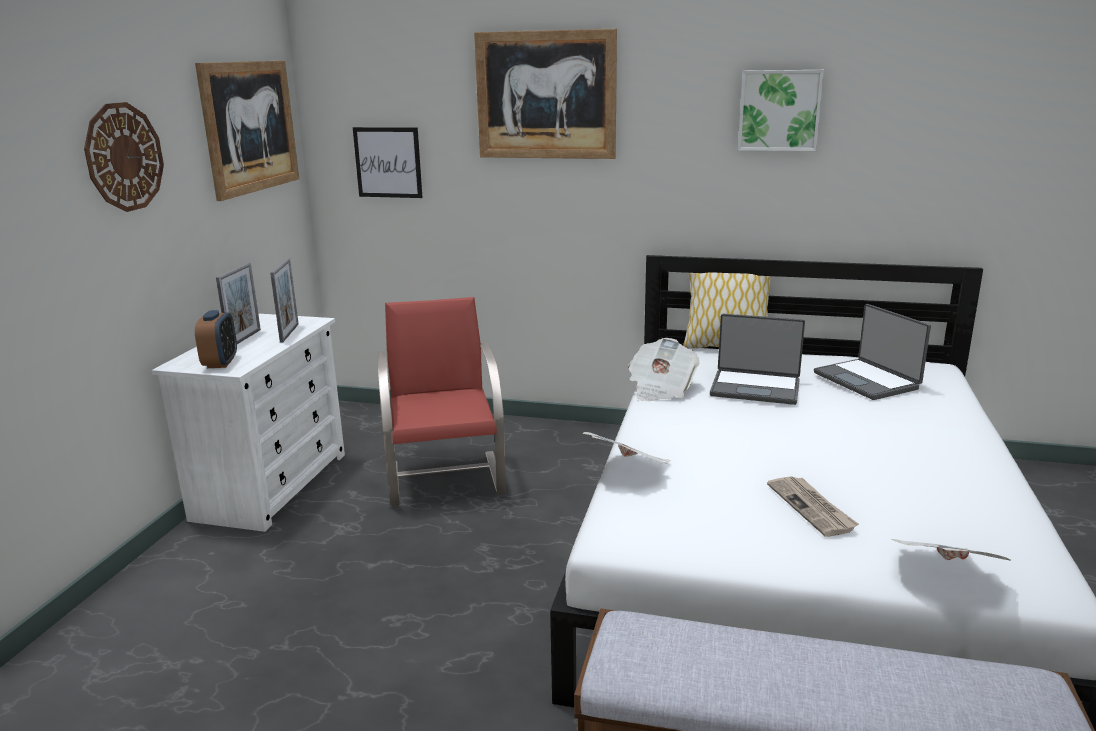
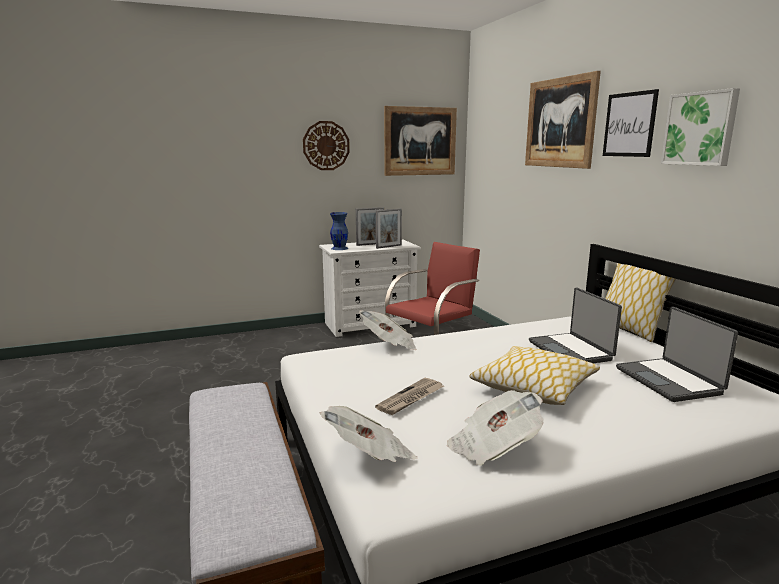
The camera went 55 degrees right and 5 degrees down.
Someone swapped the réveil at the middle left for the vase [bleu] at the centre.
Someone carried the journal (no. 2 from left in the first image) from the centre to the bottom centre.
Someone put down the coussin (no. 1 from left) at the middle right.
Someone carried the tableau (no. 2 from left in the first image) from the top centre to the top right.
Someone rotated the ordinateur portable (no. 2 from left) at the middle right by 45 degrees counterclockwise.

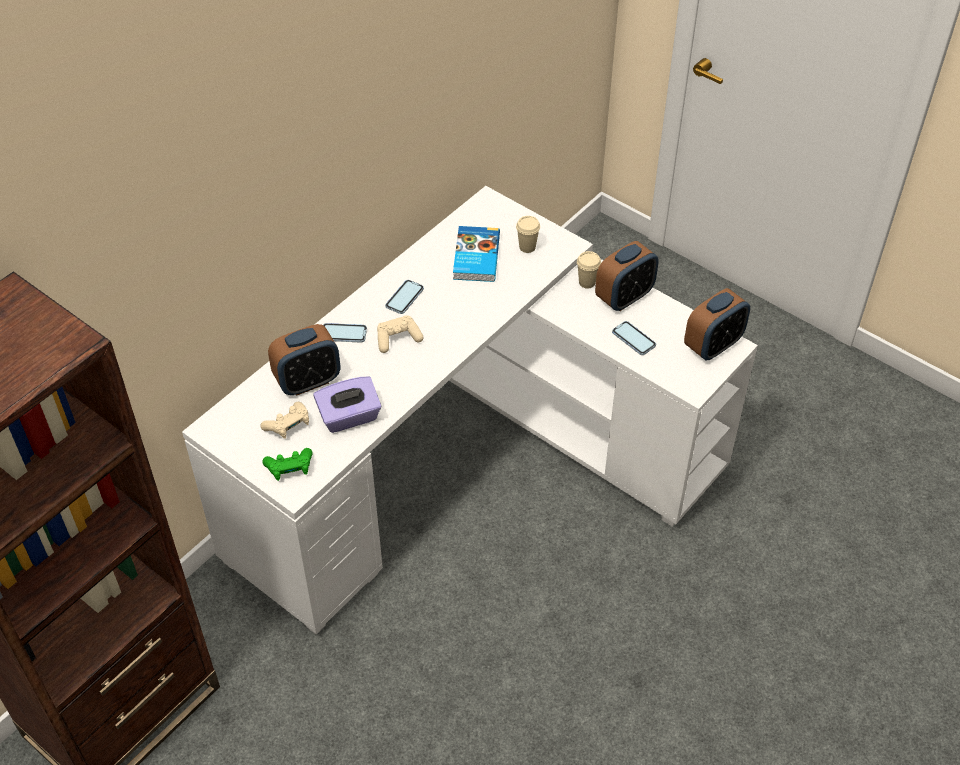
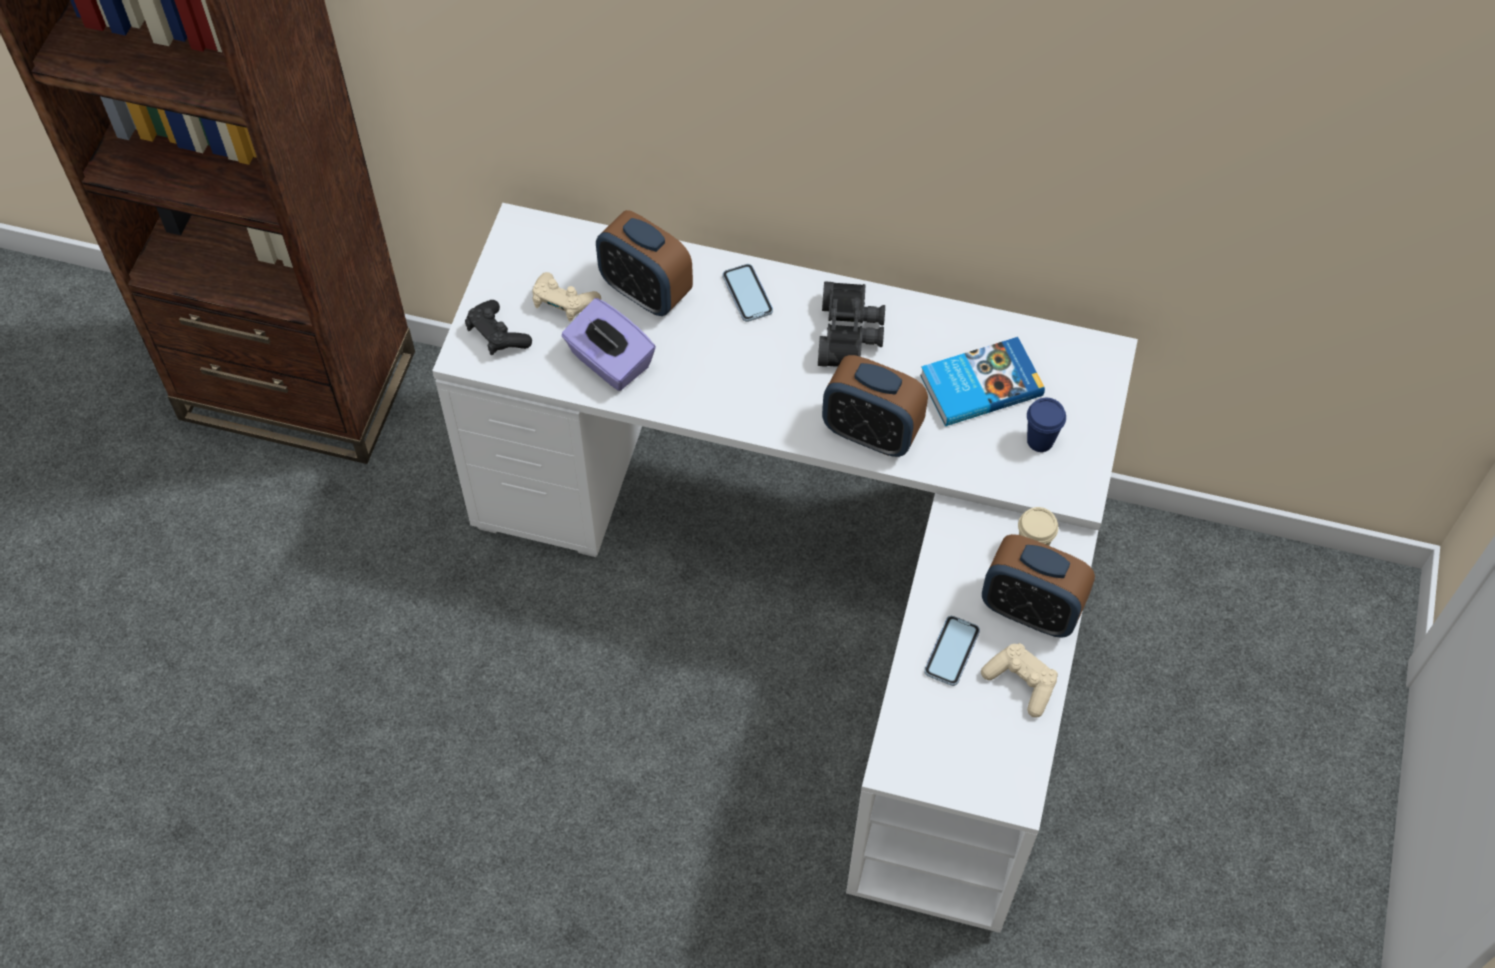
The camera went 65 degrees right and 10 degrees up.
Someone repainted the manette [vert] at the middle left, which became the manette [noir] at the middle left.
Someone swapped the téléphone (no. 2 from left) at the centre for the jumelles [noir] at the centre.
Someone carried the réveil (no. 3 from left in the first image) from the middle right to the centre.
Someone carried the manette [beige] (no. 2 from left) from the centre to the bottom right.
Someone repainted the tasse [beige] (no. 1 from left) at the top centre, which became the tasse [bleu] at the middle right.

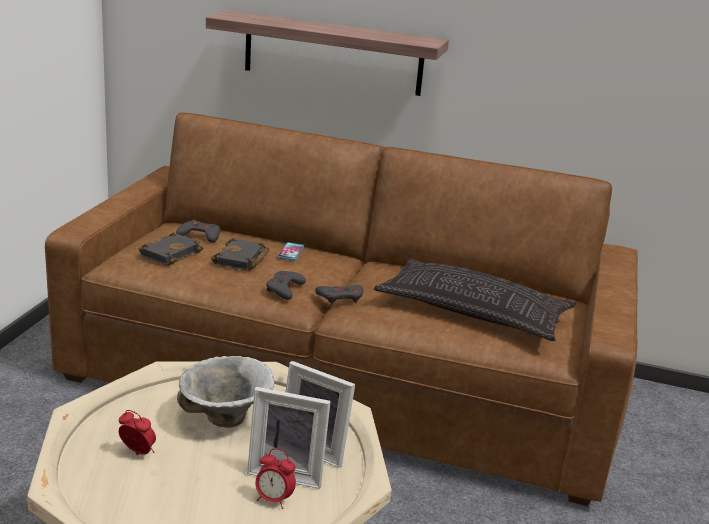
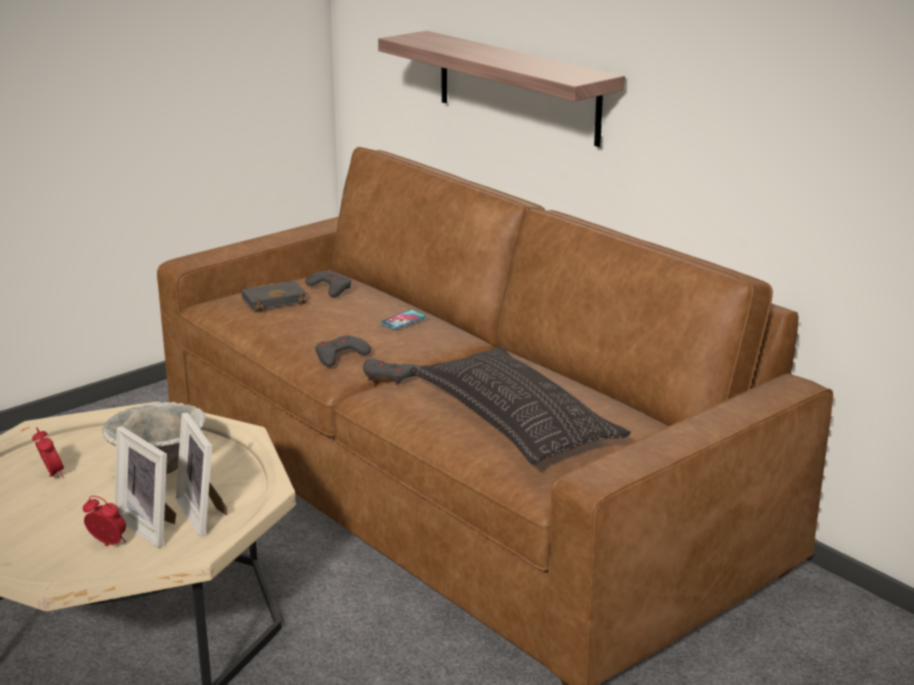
The camera went 35 degrees right and 0 degrees up.
Someone rotated the réveil (no. 2 from left) at the bottom centre by 150 degrees clockwise.
Someone took away the livre [noir] (no. 2 from left) at the centre.

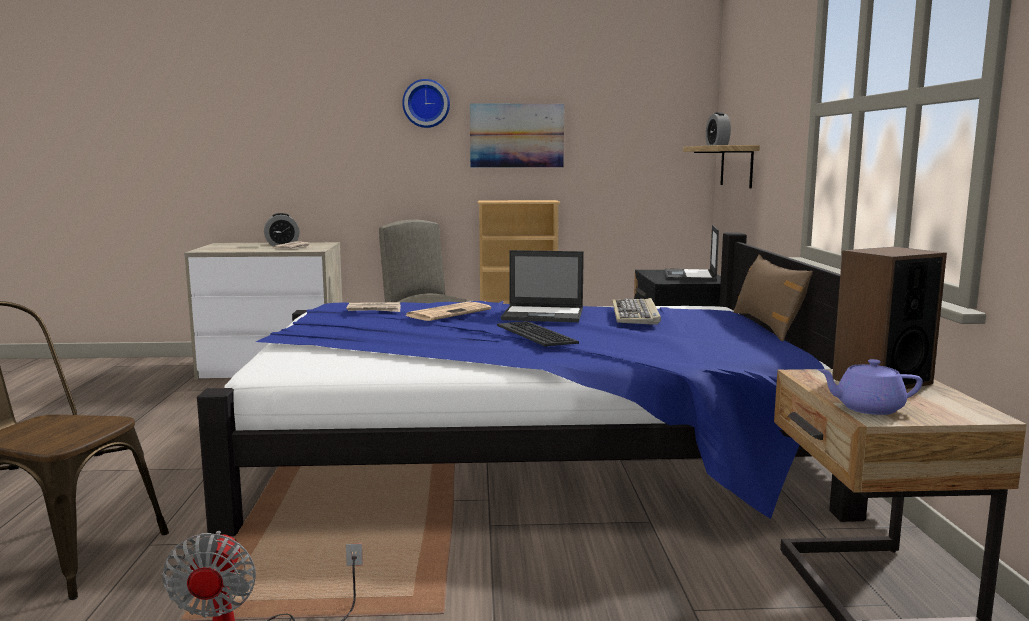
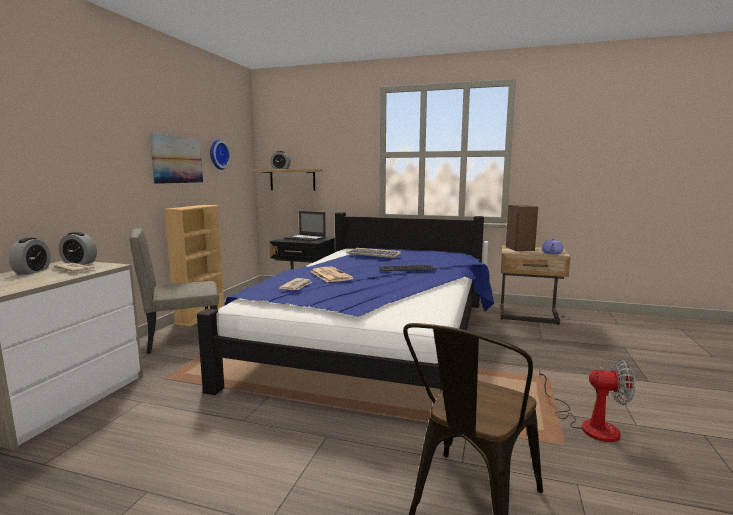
The camera went 70 degrees left and 0 degrees up.
Someone put down the réveil (no. 2 from left) at the middle left.
Someone carried the horloge murale from the top centre to the top left.
Someone took away the ordinateur portable (no. 1 from left) at the centre.
Someone took away the coussin [marron] at the middle right.

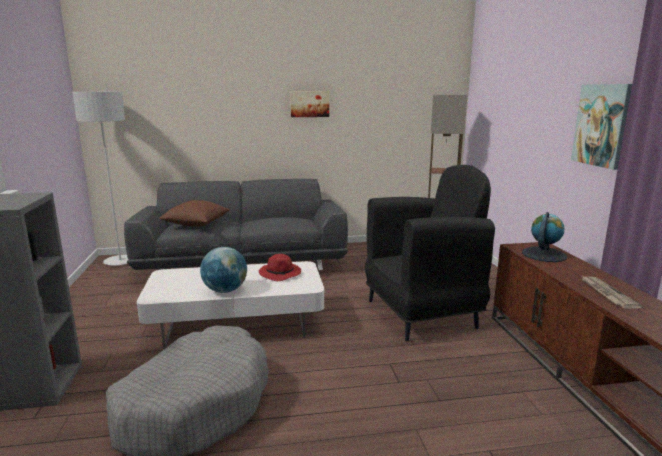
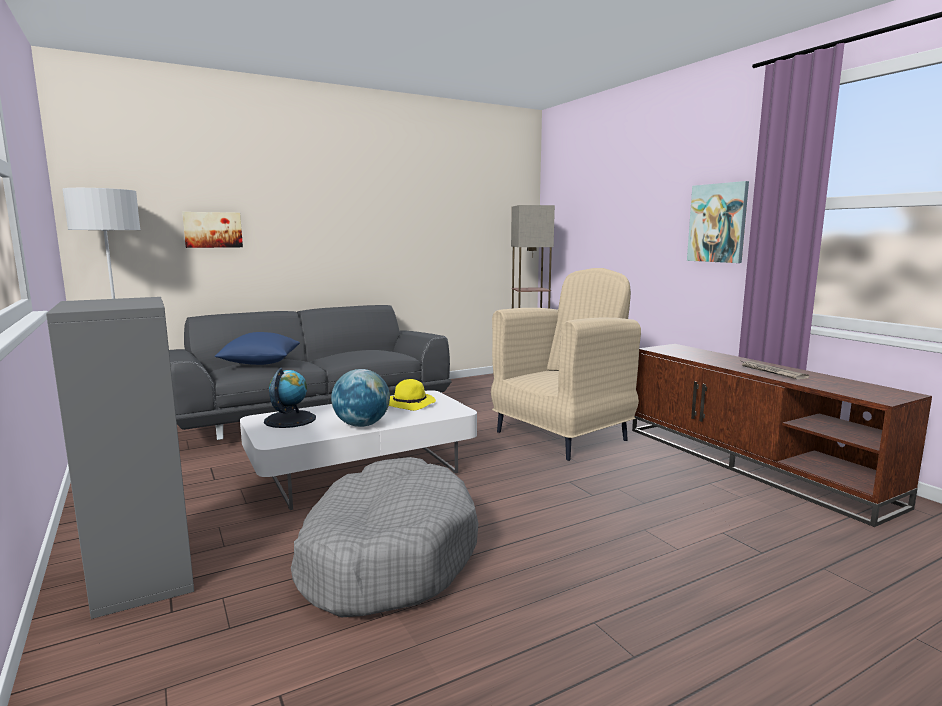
The camera went 20 degrees left and 5 degrees down.
Someone carried the tableau (no. 1 from left) from the top centre to the top left.
Someone repainted the coussin [marron] at the middle left, which became the coussin [bleu] at the middle left.
Someone carried the globe (no. 2 from left in the first image) from the middle right to the middle left.
Someone repainted the chapeau [rouge] at the centre, which became the chapeau [jaune] at the centre.
Someone repainted the fauteuil [noir] at the centre, which became the fauteuil [beige] at the centre.

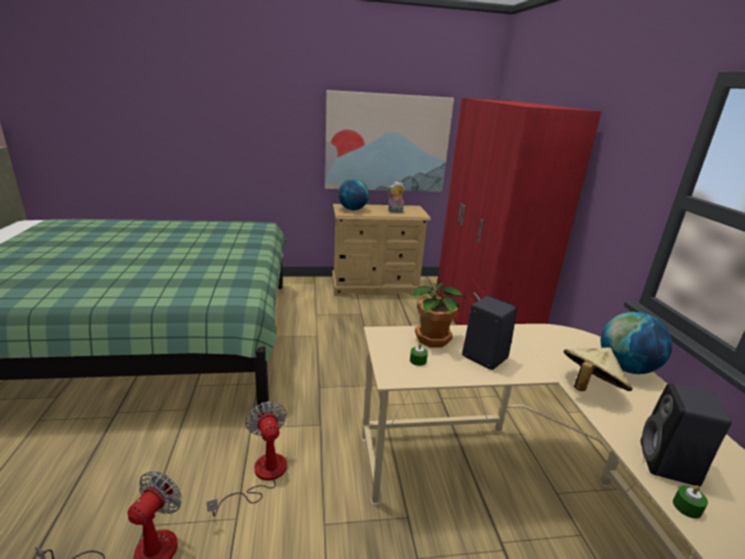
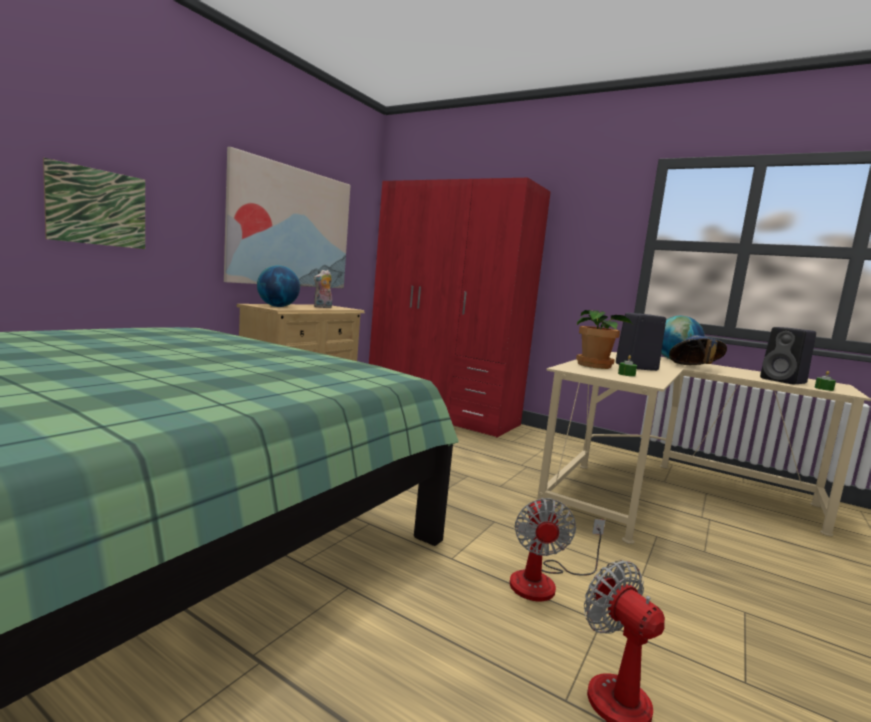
The camera went 50 degrees left and 15 degrees down.
Someone put up the tableau (no. 1 from left) at the top left.
Someone rotated the ventilateur (no. 2 from left in the first image) at the bottom left by 105 degrees counterclockwise.
Someone repainted the chapeau [beige] at the middle right, which became the chapeau [bleu] at the middle right.

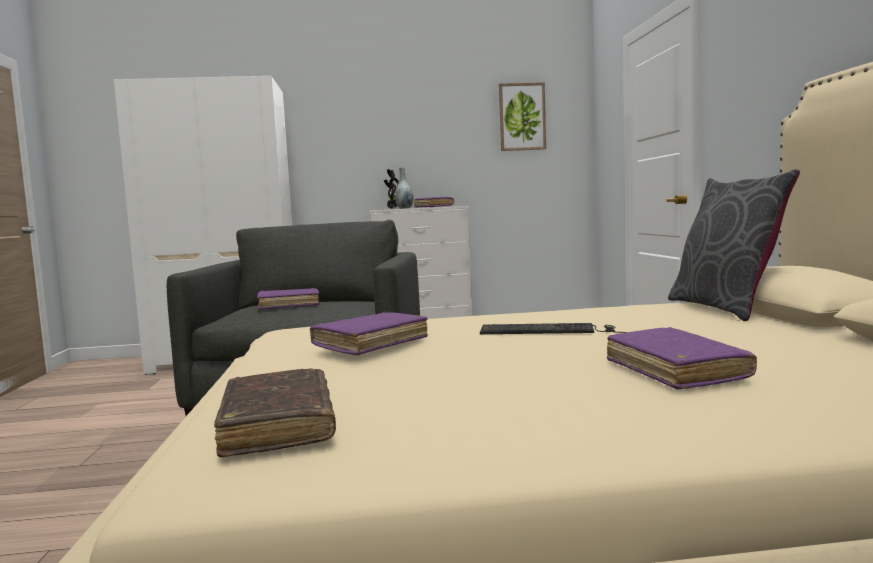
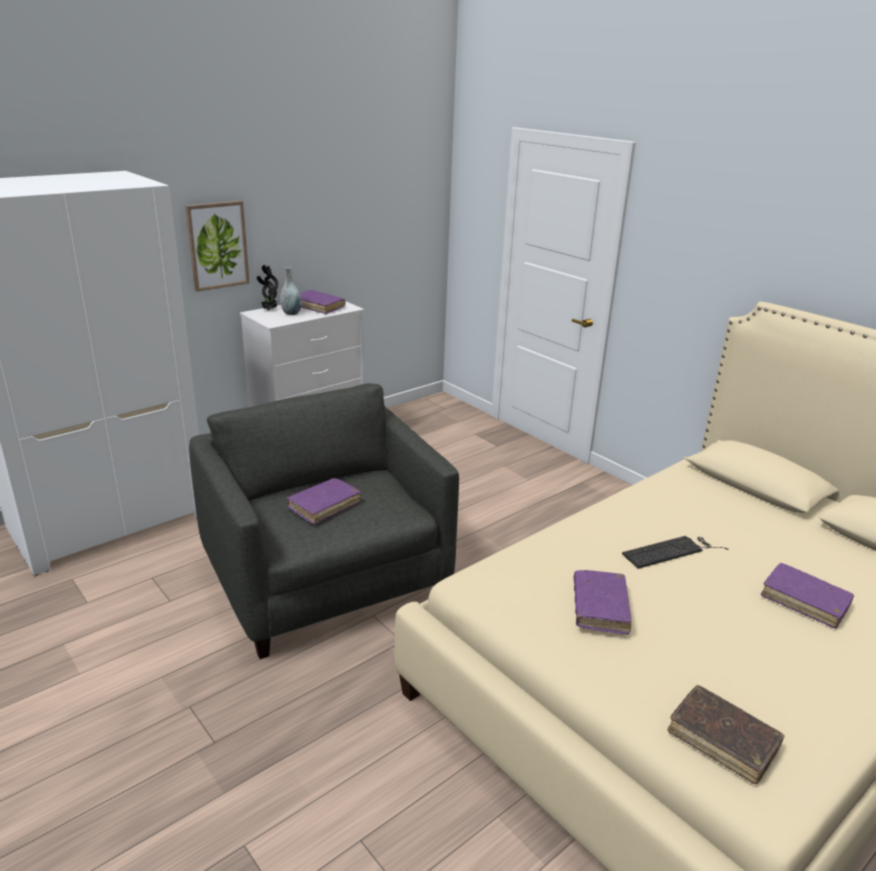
The camera went 35 degrees left and 20 degrees up.
Someone carried the tableau from the top centre to the top left.
Someone took away the coussin [gris] at the middle right.

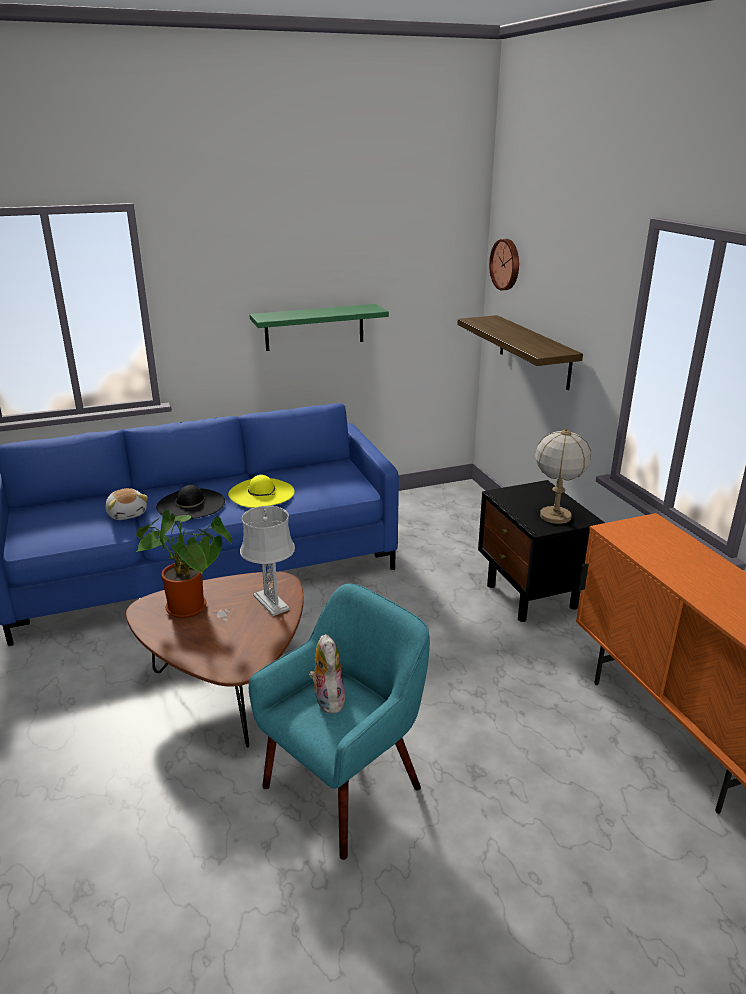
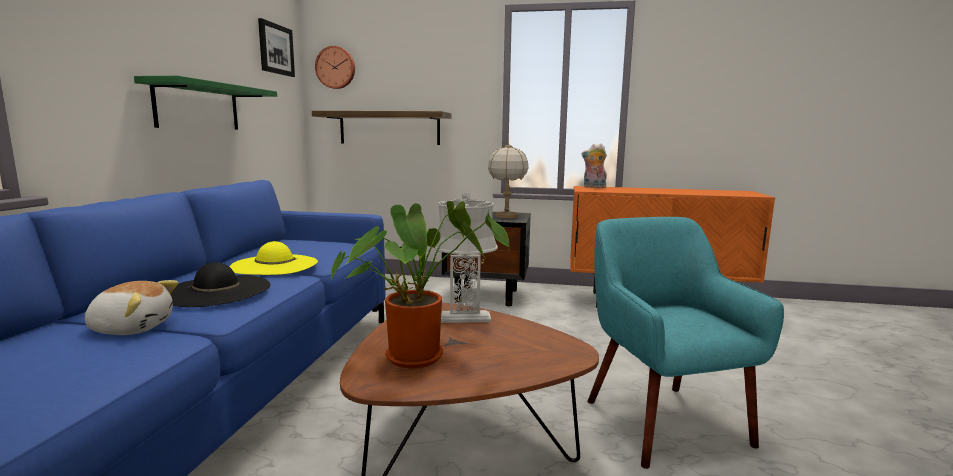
The camera went 60 degrees left and 15 degrees down.
Someone put up the tableau at the top left.
Someone carried the peluche (no. 2 from left) from the bottom centre to the centre.

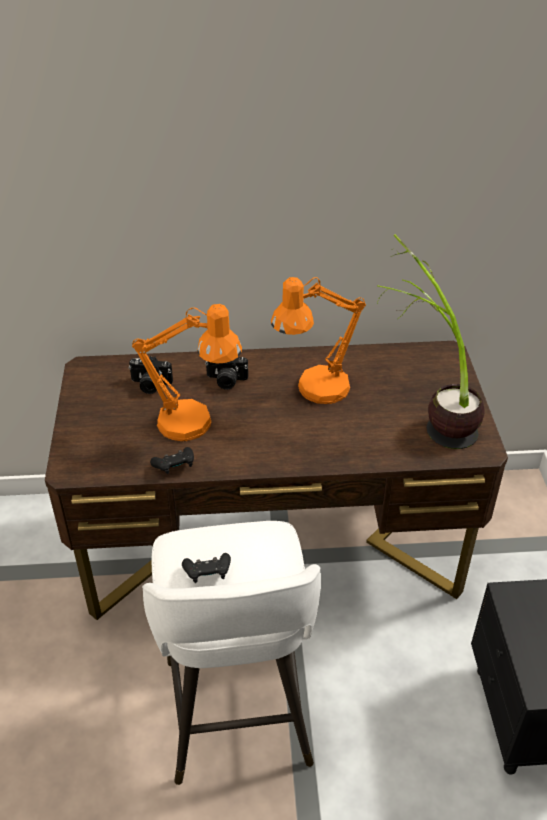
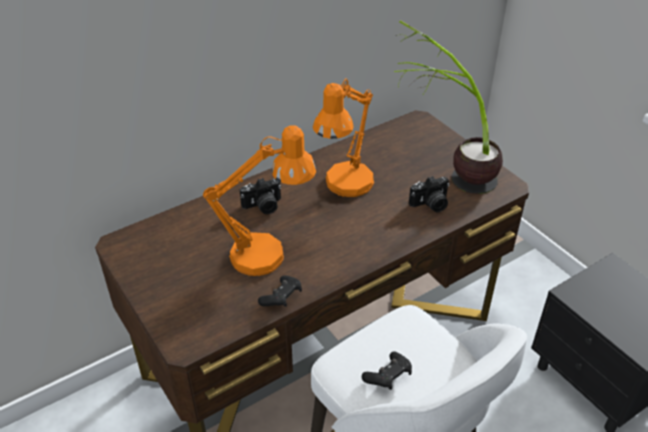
The camera went 30 degrees left and 0 degrees up.
Someone carried the appareil photo (no. 1 from left in the first image) from the middle left to the centre.

